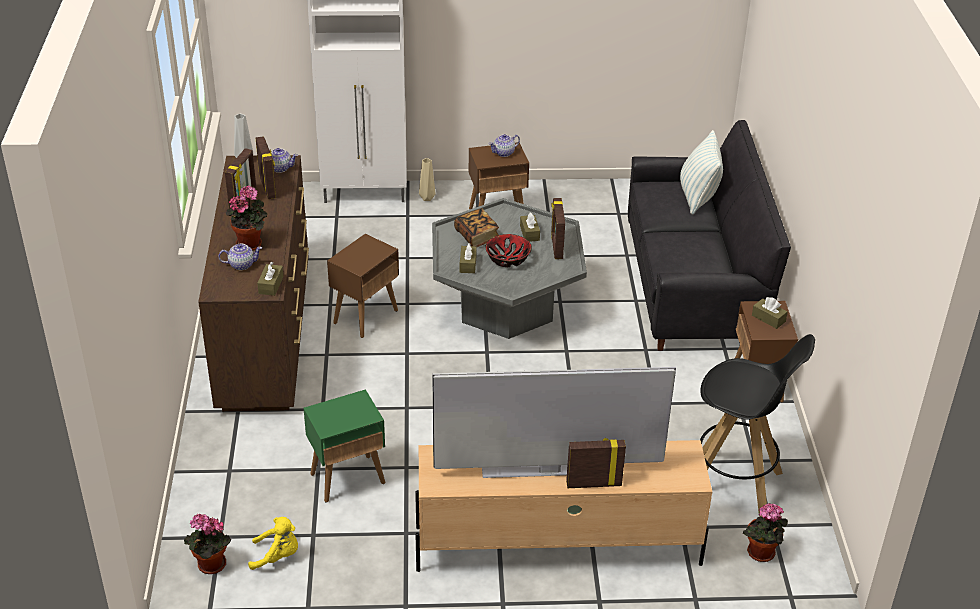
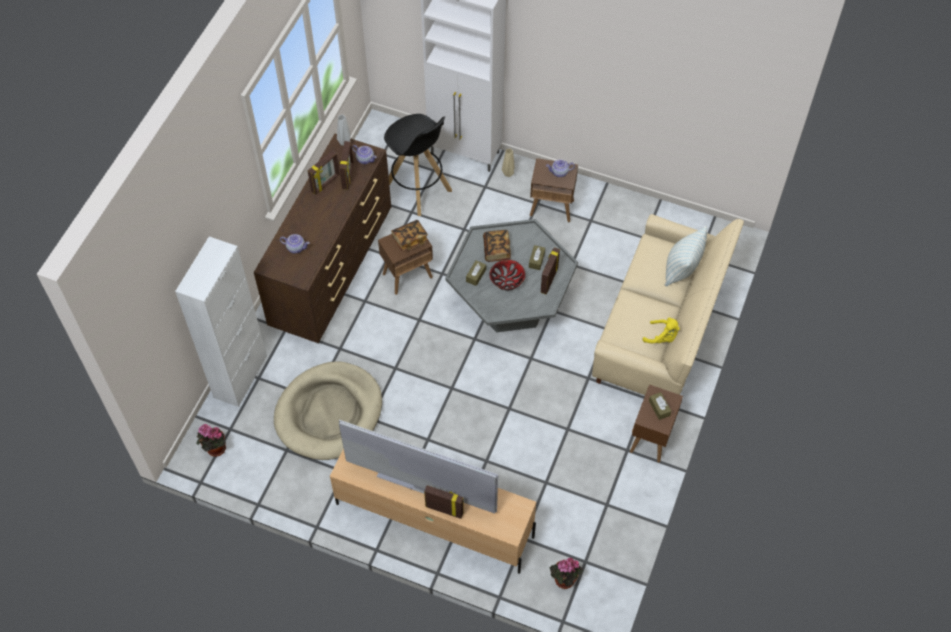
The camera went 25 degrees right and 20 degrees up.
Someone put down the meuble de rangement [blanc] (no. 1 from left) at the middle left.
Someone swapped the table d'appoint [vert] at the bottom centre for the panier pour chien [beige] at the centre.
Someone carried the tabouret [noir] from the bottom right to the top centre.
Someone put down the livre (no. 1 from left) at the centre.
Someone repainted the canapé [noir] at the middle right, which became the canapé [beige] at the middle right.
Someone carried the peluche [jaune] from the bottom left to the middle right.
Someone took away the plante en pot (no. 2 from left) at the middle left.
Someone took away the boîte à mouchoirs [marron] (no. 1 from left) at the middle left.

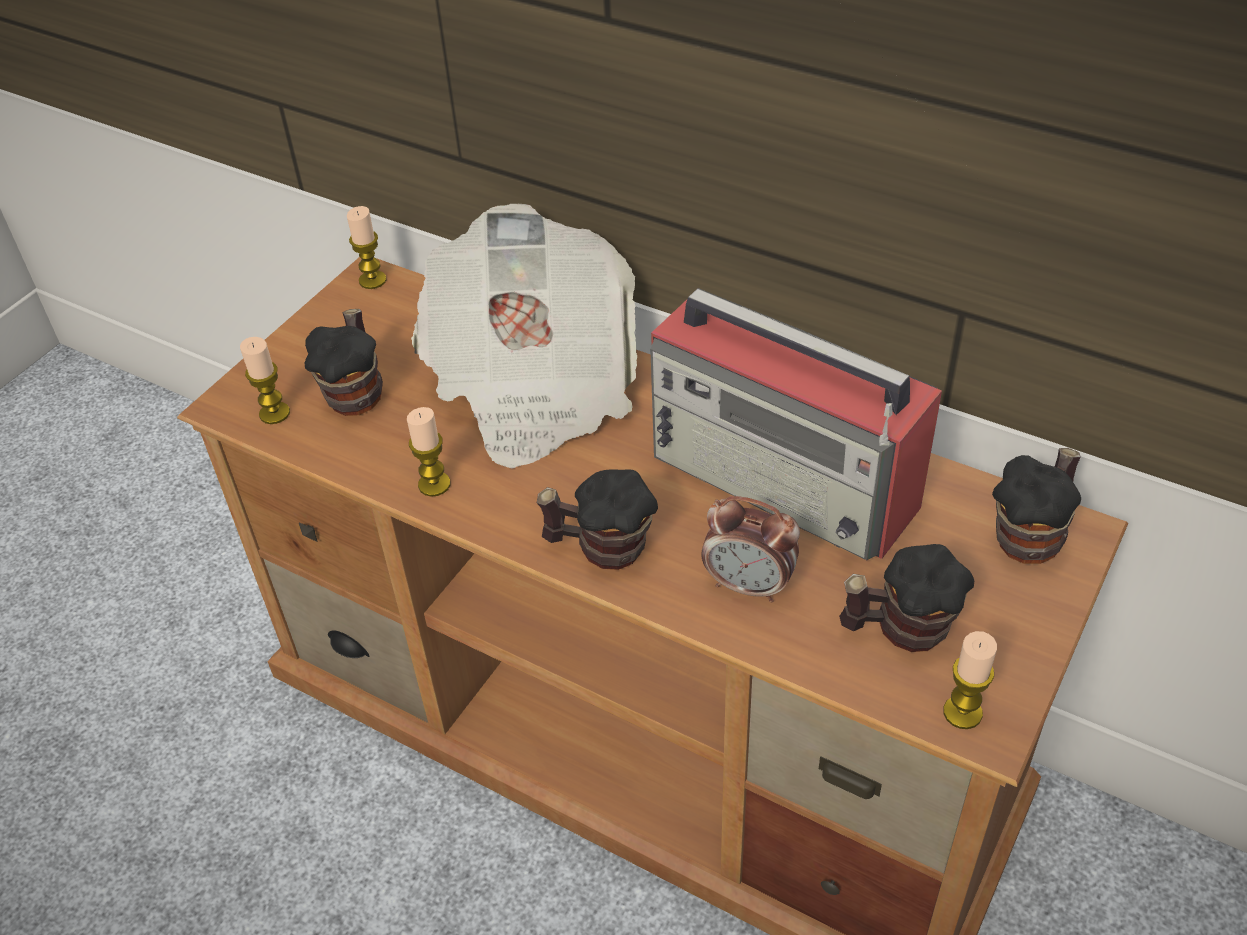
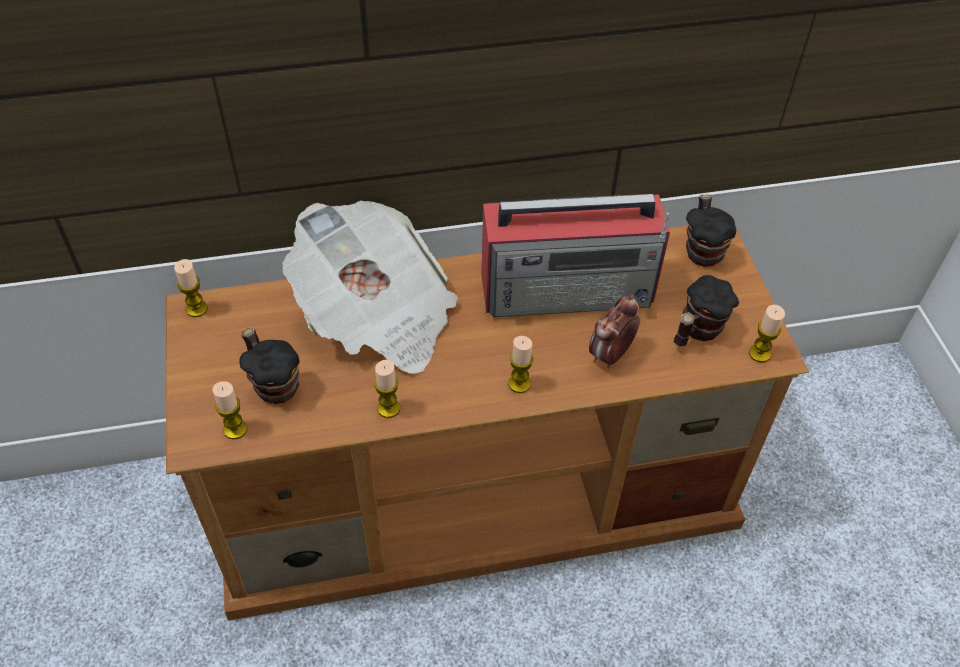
The camera went 45 degrees left and 5 degrees up.
Someone swapped the mug (no. 2 from left) at the centre for the bougie (no. 4 from left) at the centre.
Someone rotated the réveil at the centre by 150 degrees clockwise.

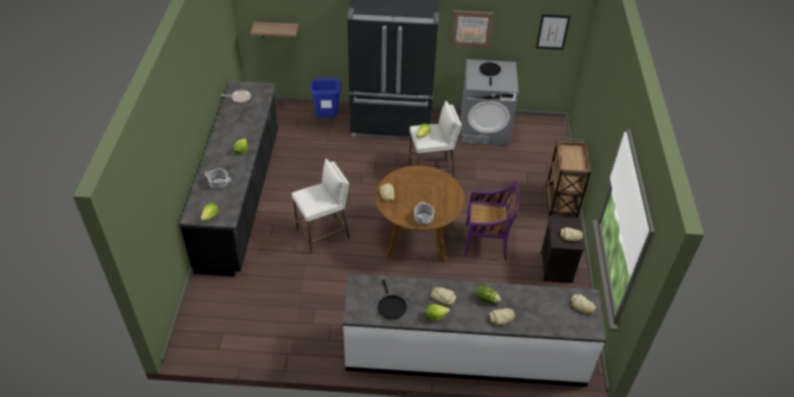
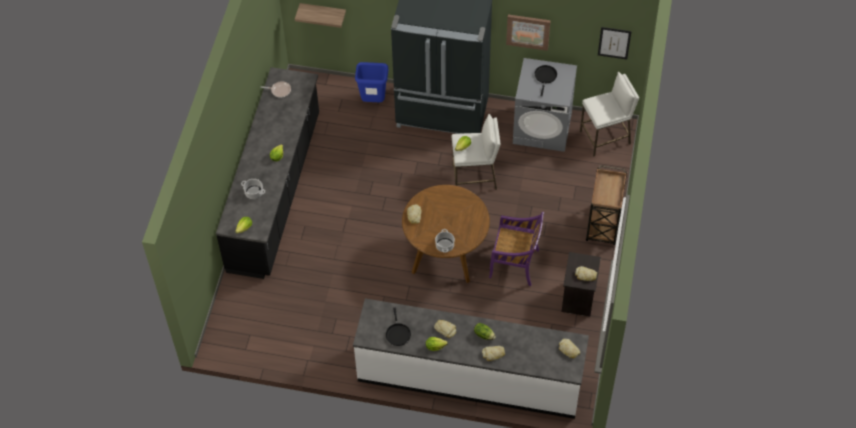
The camera went 10 degrees right and 10 degrees up.
Someone carried the tabouret [blanc] (no. 1 from left in the first image) from the centre to the top right.

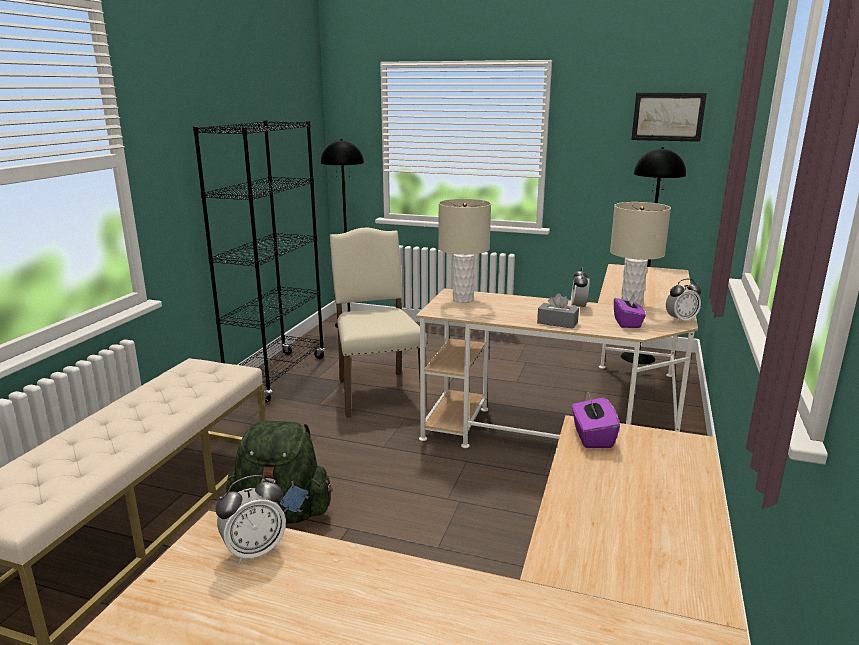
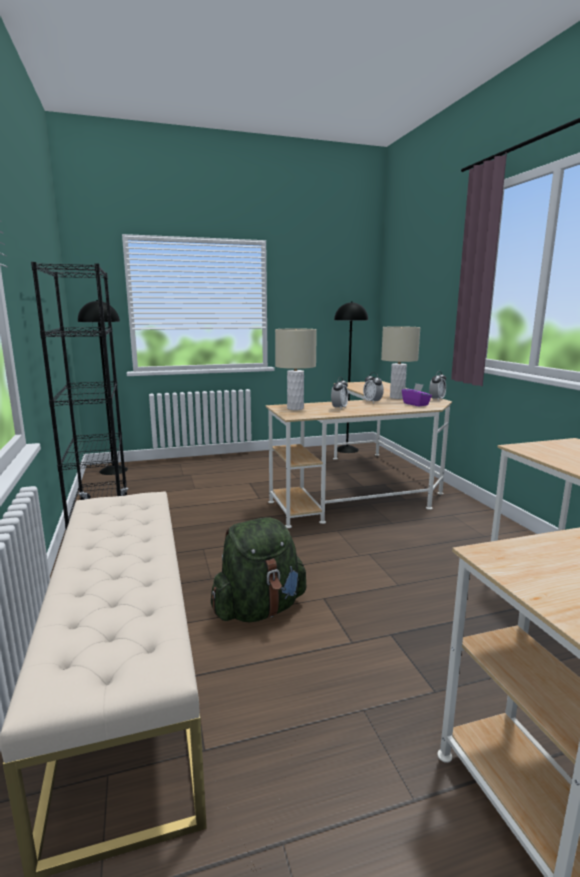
The camera went 35 degrees left and 5 degrees down.
Someone carried the réveil (no. 1 from left) from the bottom left to the centre.
Someone took away the chaise [beige] at the centre.
Someone took away the boîte à mouchoirs [gris] at the centre.
Someone took away the boîte à mouchoirs [violet] (no. 1 from left) at the middle right.
Someone took away the tableau at the top right.

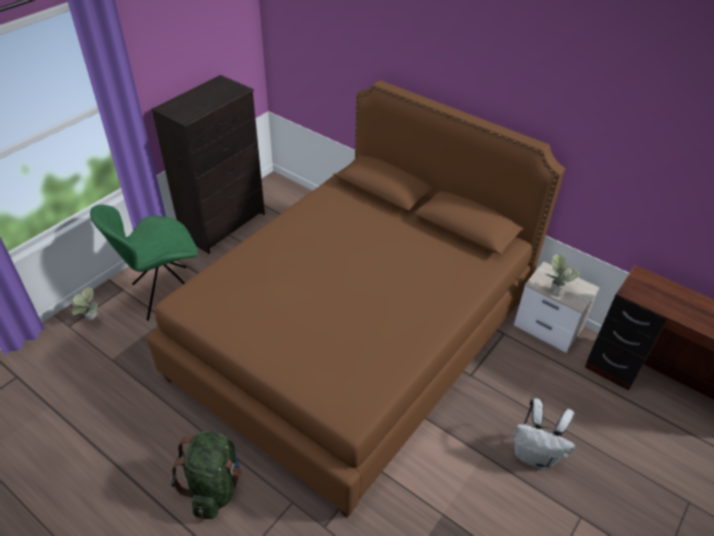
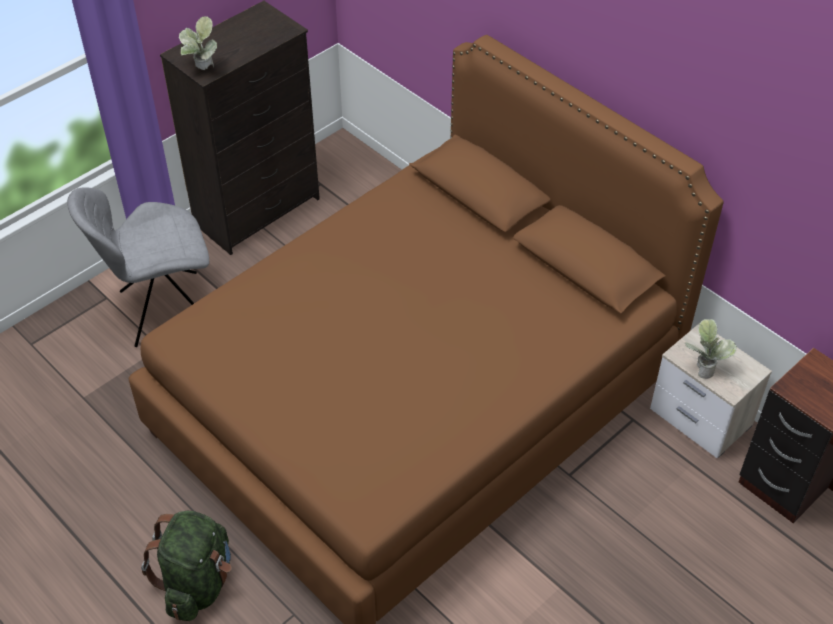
The camera went 10 degrees right and 5 degrees up.
Someone repainted the chaise [vert] at the middle left, which became the chaise [gris] at the middle left.
Someone carried the plante en pot (no. 1 from left) from the middle left to the top left.
Someone took away the sac à dos [blanc] at the bottom right.

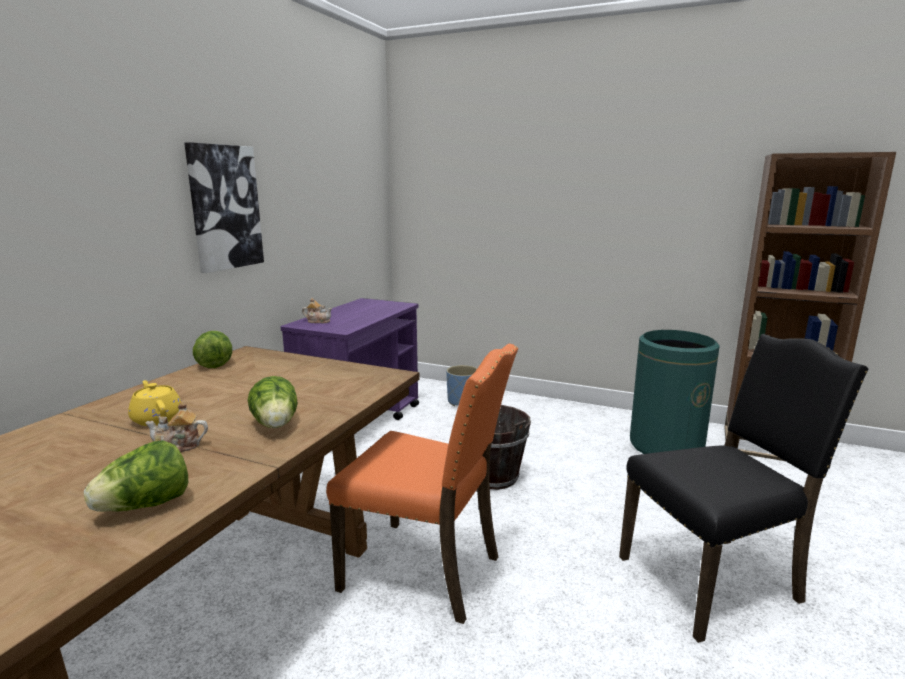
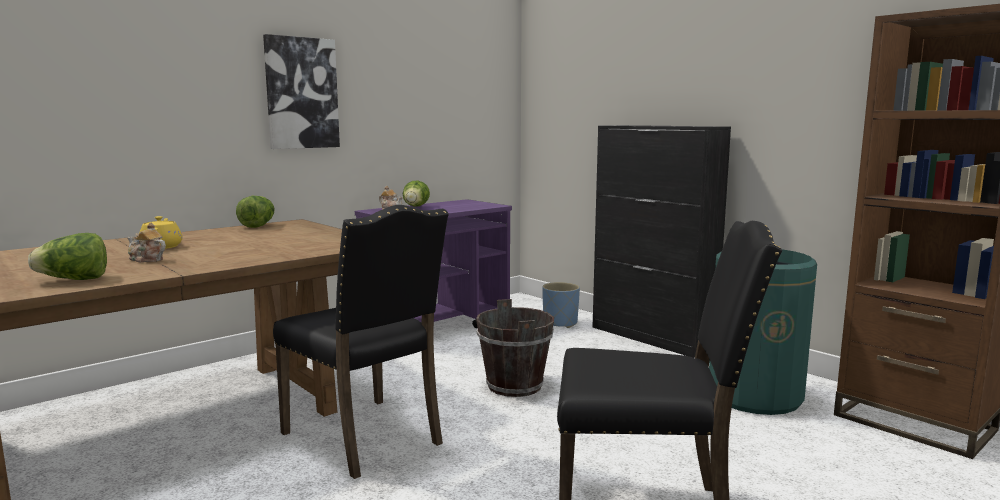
The camera went 25 degrees right and 5 degrees down.
Someone repainted the chaise [orange] at the bottom centre, which became the chaise [noir] (no. 1 from left) at the bottom centre.
Someone carried the laitue (no. 3 from left) from the middle left to the centre.
Someone put down the meuble de rangement [noir] at the centre.

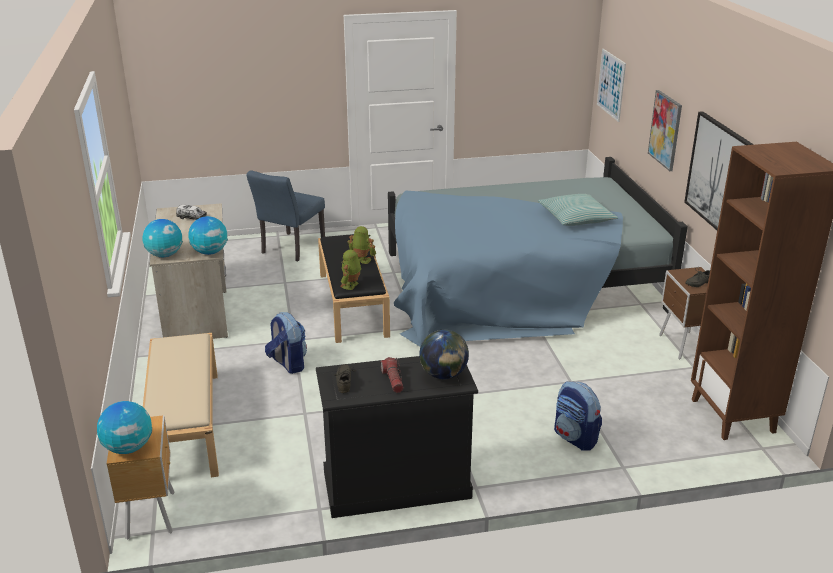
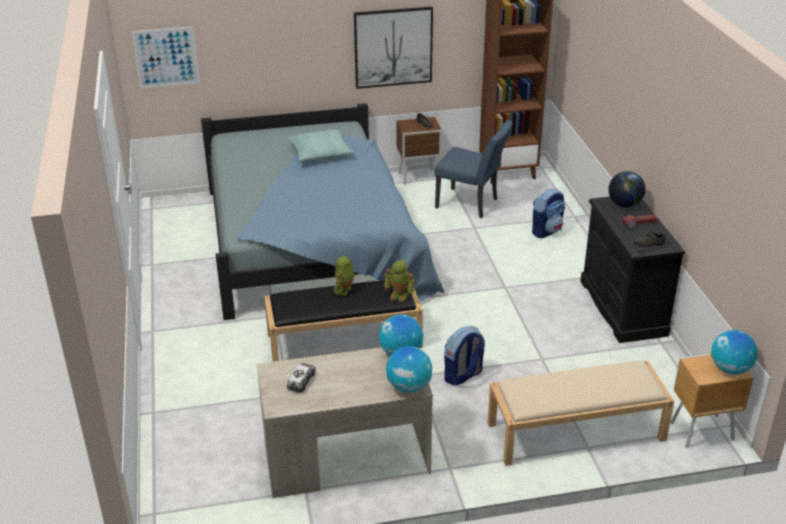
The camera went 90 degrees left and 5 degrees up.
Someone carried the chaise [bleu] from the centre to the top centre.
Someone took away the tableau (no. 2 from left) at the top right.

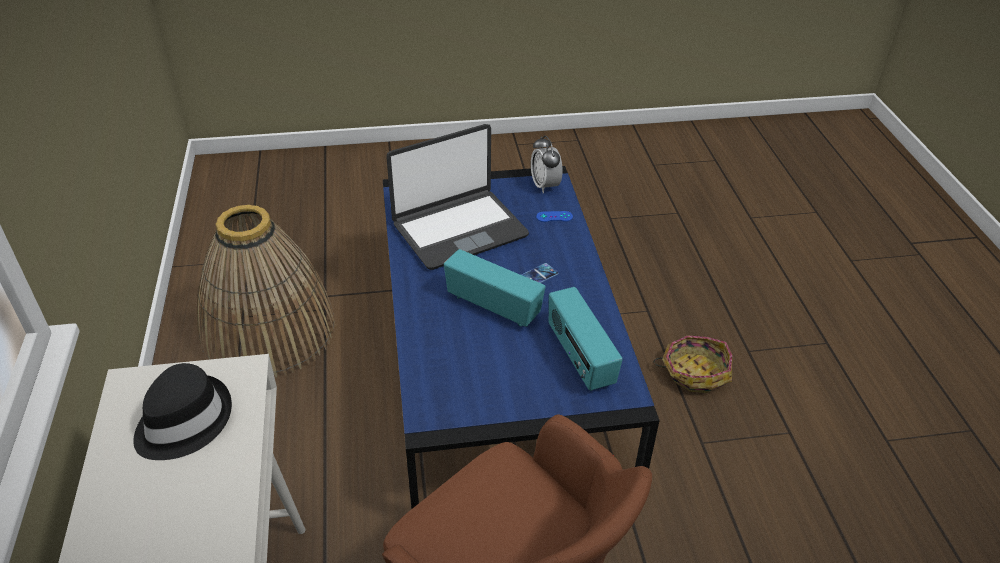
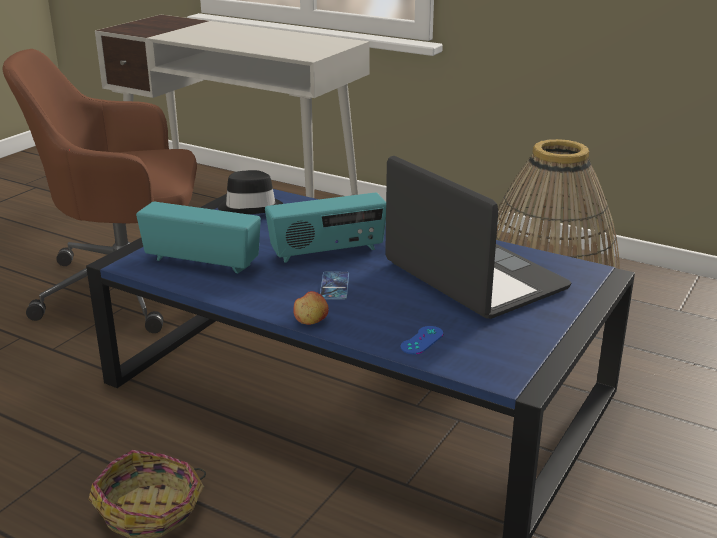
The camera went 130 degrees right and 15 degrees down.
Someone carried the chapeau [noir] from the bottom left to the centre.
Someone put down the pomme at the centre.
Someone rotated the ordinateur portable at the centre by 135 degrees clockwise.
Someone took away the réveil at the top centre.

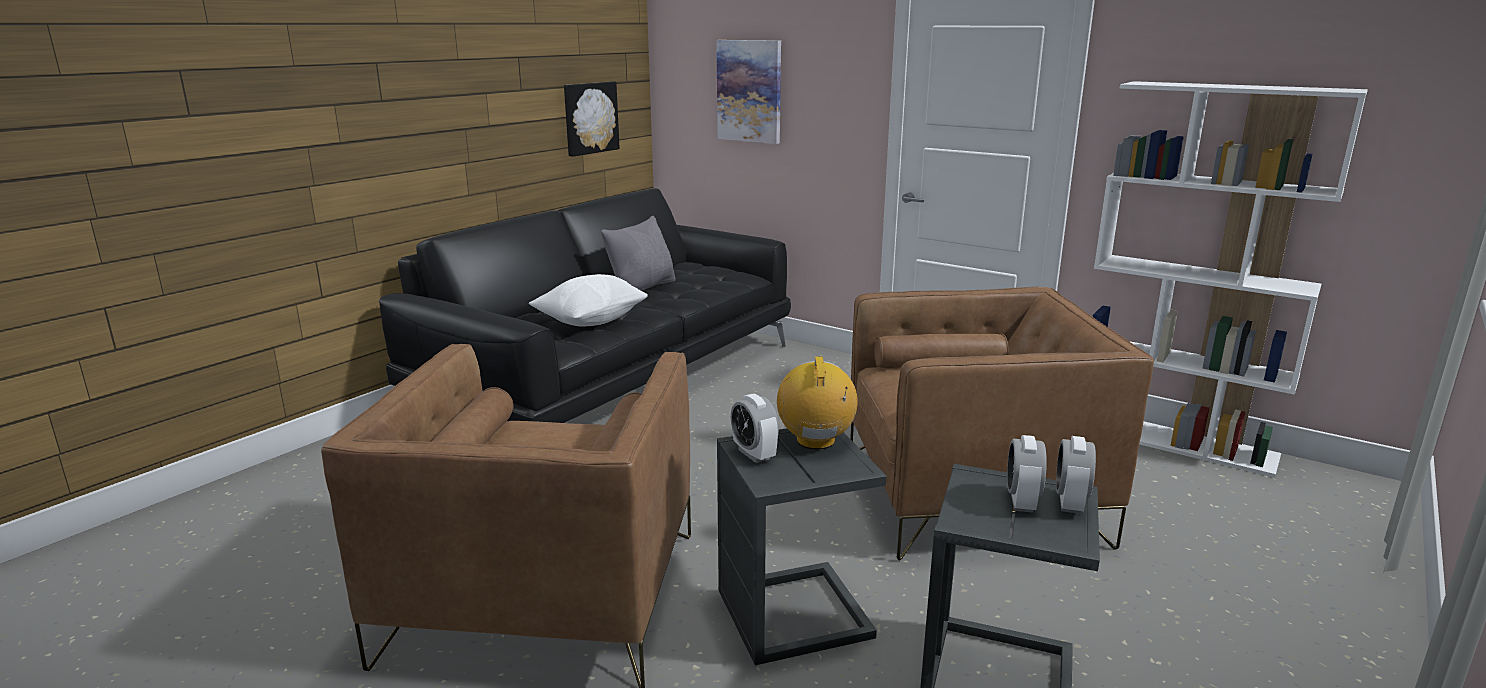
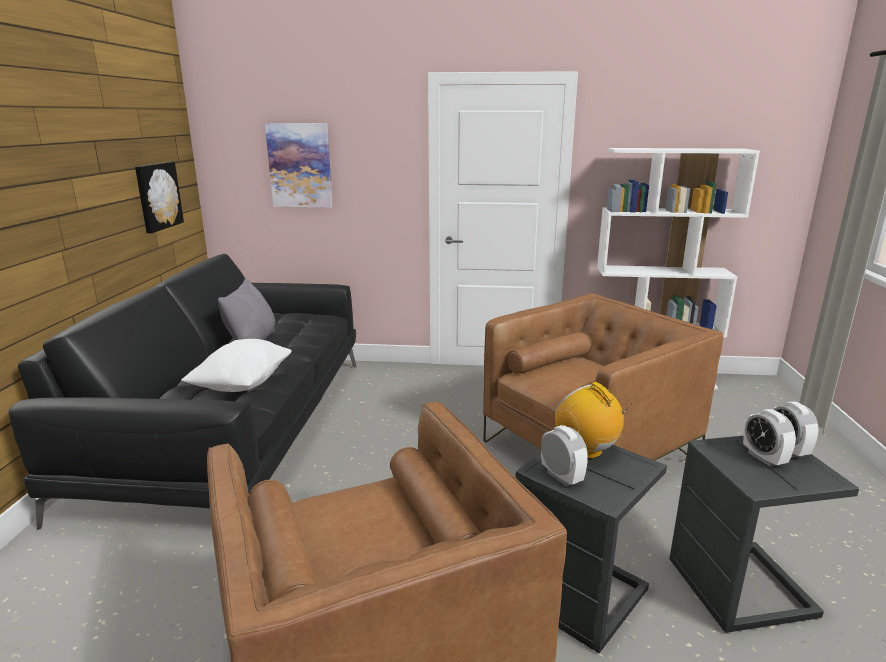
The camera went 30 degrees left and 0 degrees up.
Someone rotated the réveil (no. 1 from left) at the centre by 150 degrees counterclockwise.

